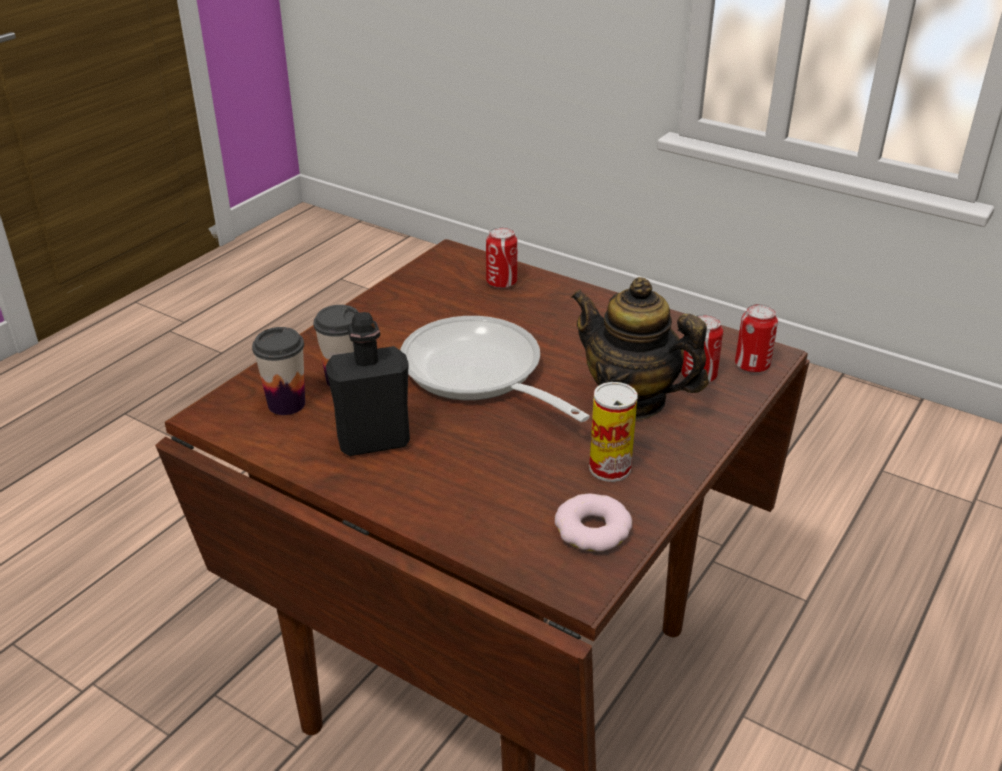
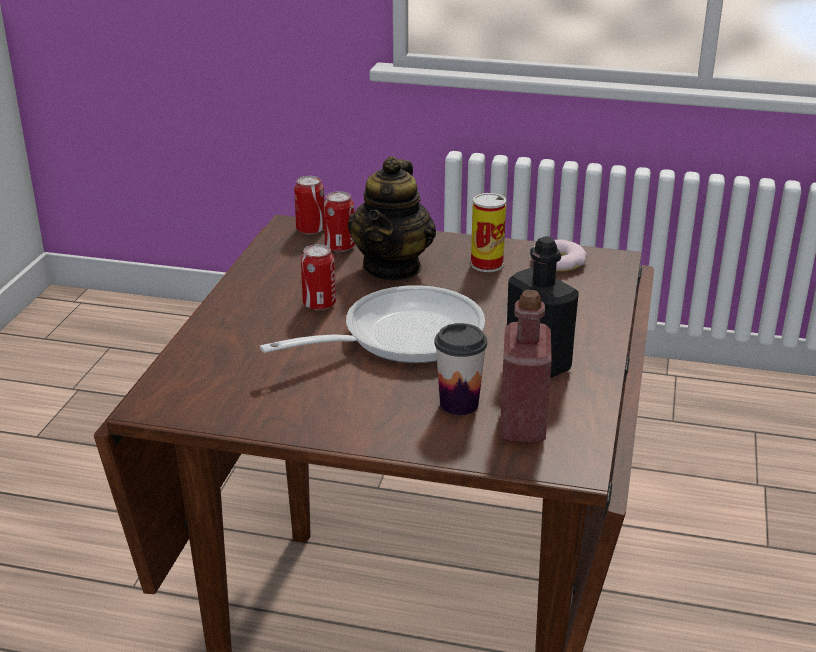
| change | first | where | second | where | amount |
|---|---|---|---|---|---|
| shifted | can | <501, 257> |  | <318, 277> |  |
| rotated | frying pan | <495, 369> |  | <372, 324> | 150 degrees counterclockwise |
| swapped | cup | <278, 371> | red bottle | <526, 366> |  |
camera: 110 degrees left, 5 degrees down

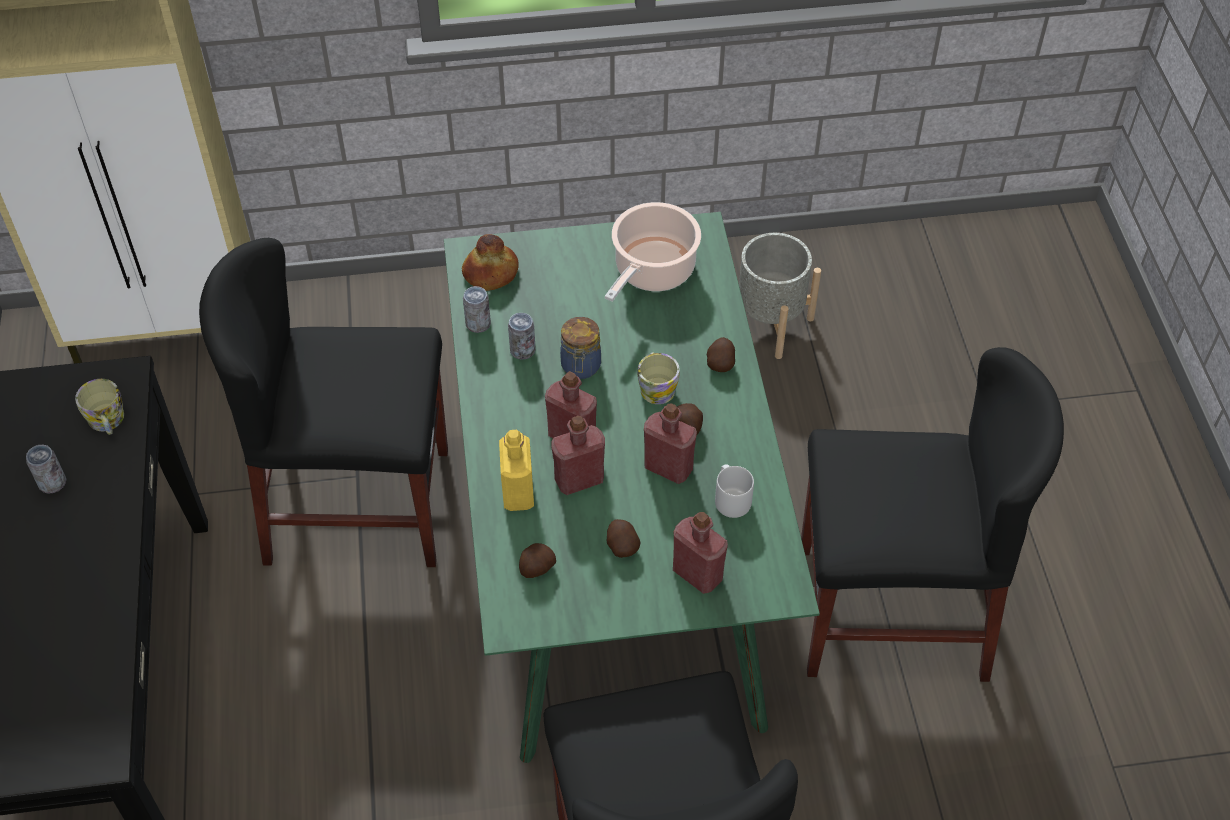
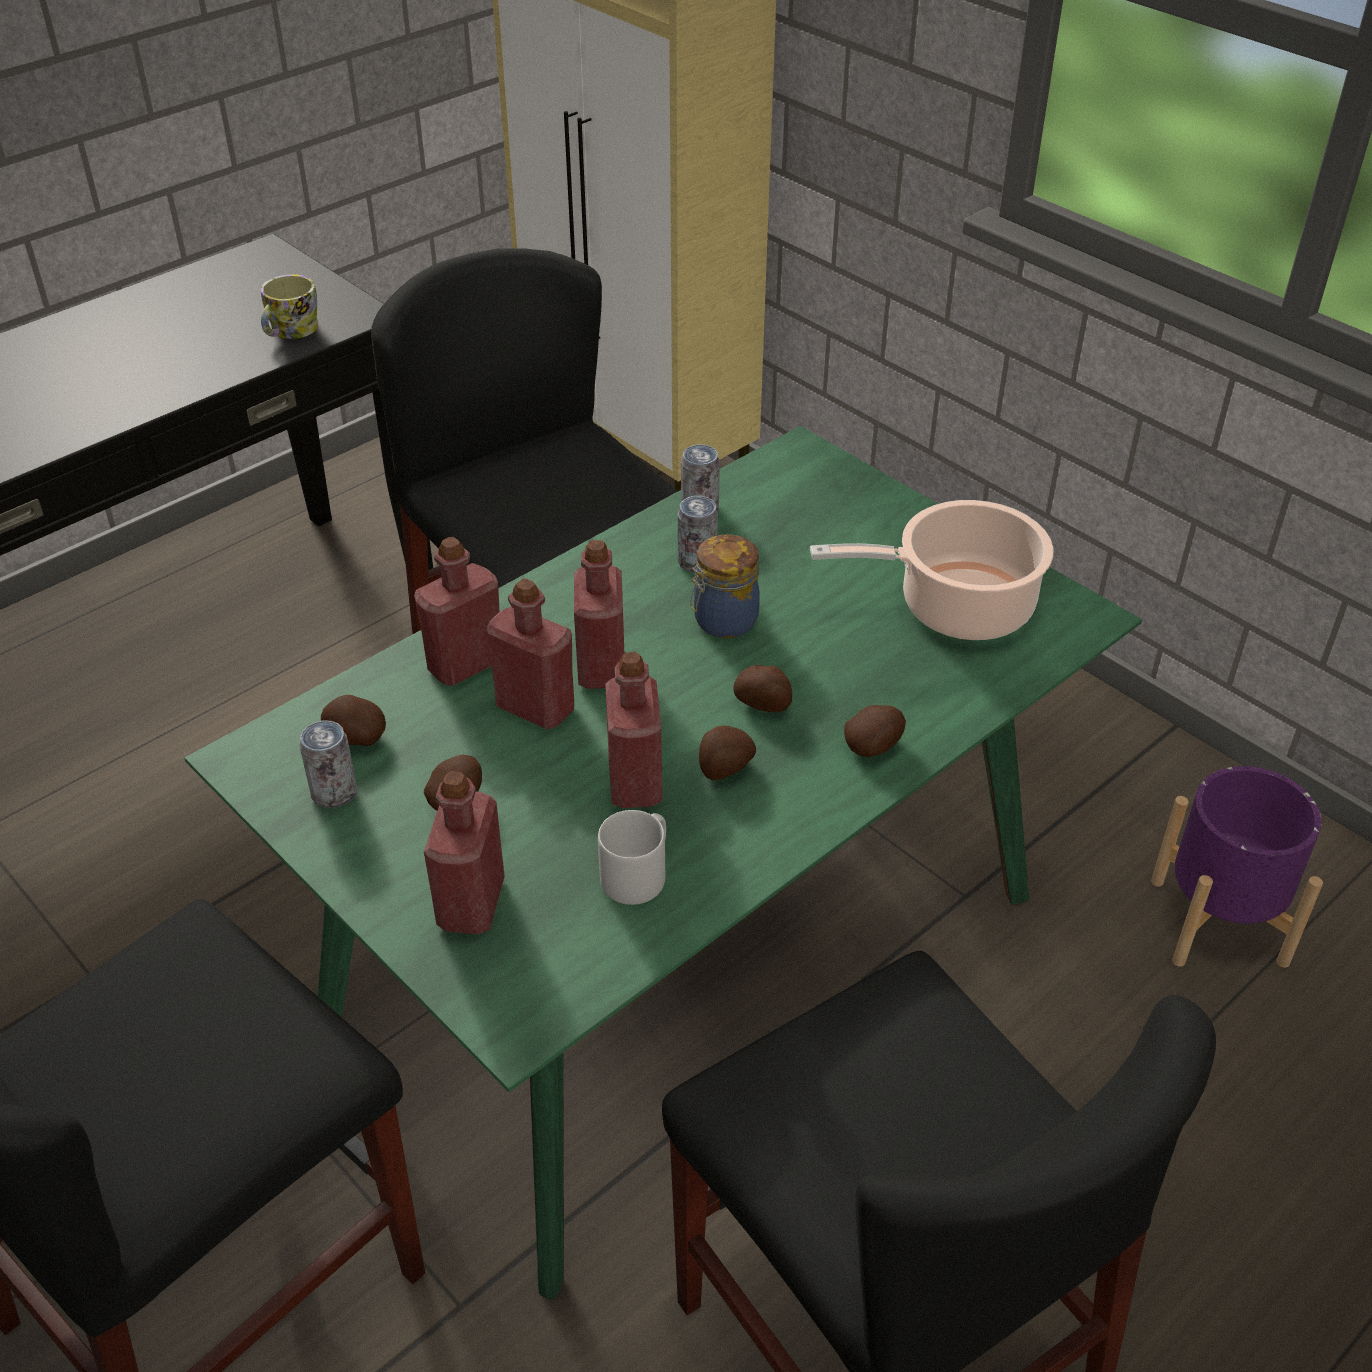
| change | first | where | second | where | amount |
|---|---|---|---|---|---|
| repainted | grey planter | <780, 296> | purple planter | <1237, 867> |  |
| gone | bread | <490, 262> |  |  |  |
| swapped | mug | <658, 378> | potato | <762, 688> |  |
| repainted | yellow bottle | <516, 470> | red bottle | <457, 611> |  |
| shifted | can | <46, 469> |  | <328, 764> |  |
camera: 55 degrees right, 10 degrees down

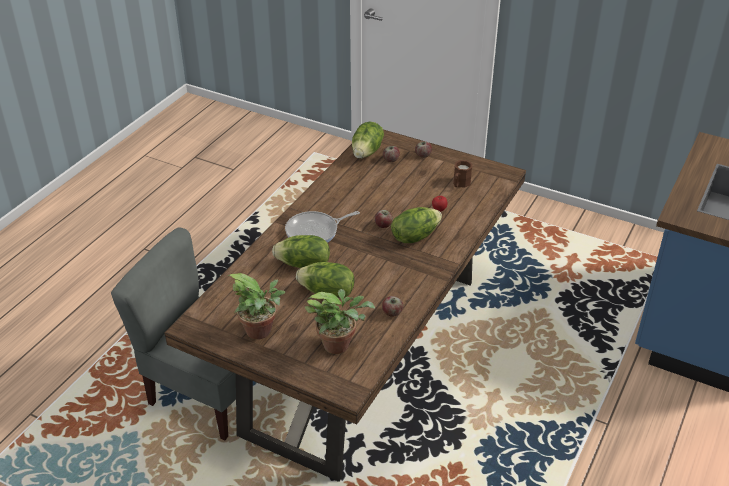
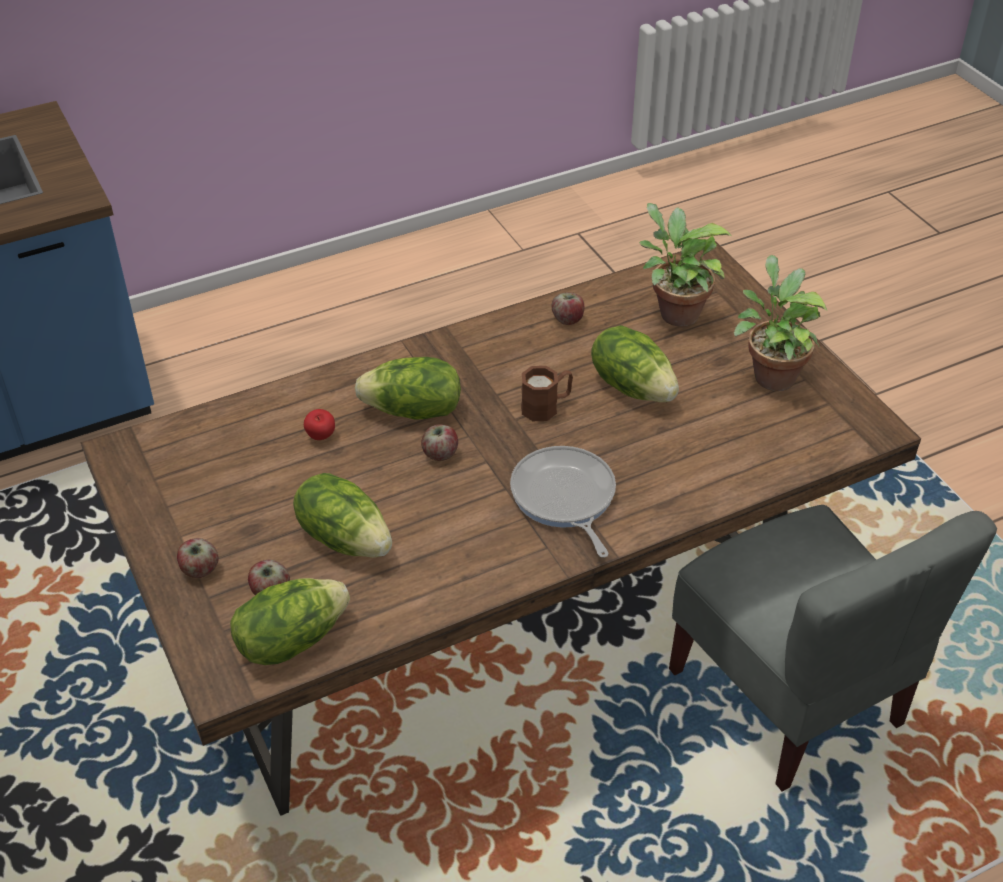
| change | first | where | second | where | amount |
|---|---|---|---|---|---|
| shifted | brown mug | <462, 174> |  | <547, 393> |  |
| rotated | frying pan | <322, 227> |  | <563, 502> | 120 degrees counterclockwise |
| shifted | lettuce | <301, 251> |  | <342, 515> |  |
camera: 145 degrees left, 5 degrees up

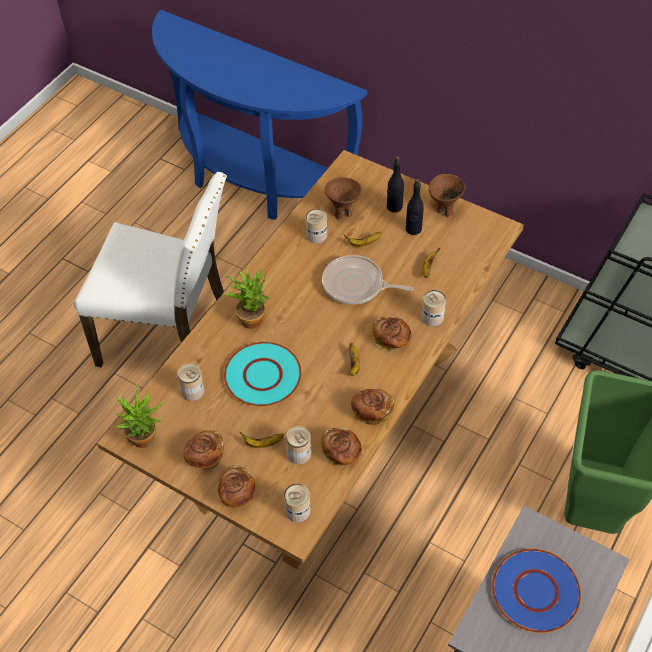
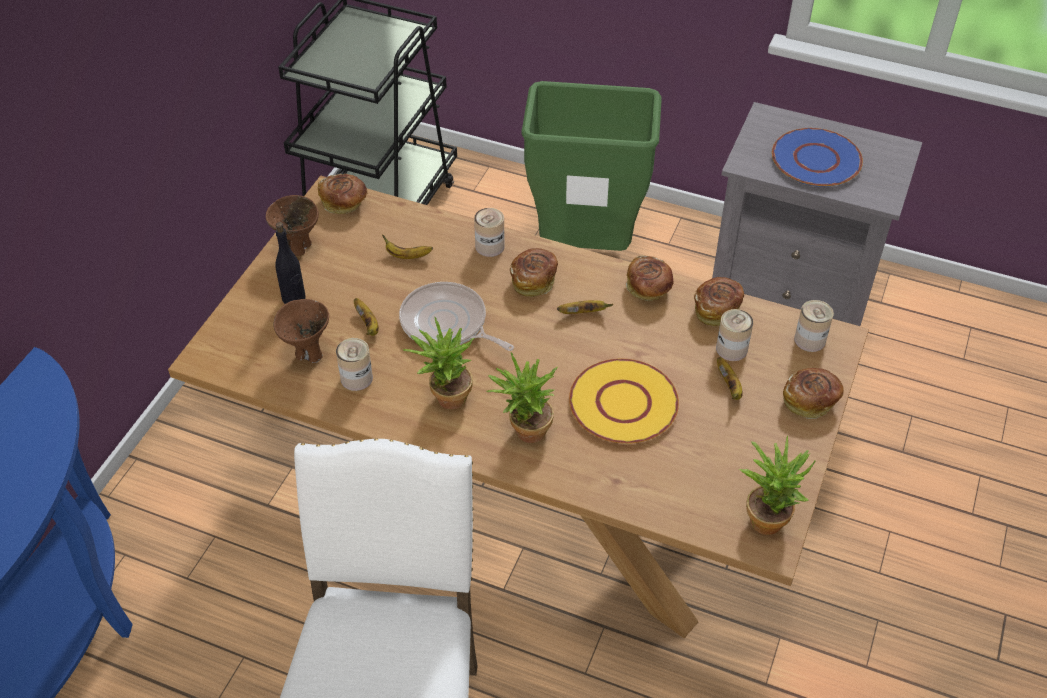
| change | first | where | second | where | amount |
|---|---|---|---|---|---|
| gone | black bottle | <415, 206> |  |  |  |
| rotated | frying pan | <367, 280> |  | <456, 316> | 120 degrees clockwise |
| repainted | turquoise plate | <263, 374> | yellow plate | <624, 401> |  |
| gone | can | <191, 382> |  |  |  |
| shifted | bread | <203, 449> |  | <342, 194> |  |
| new |  |  | potted plant | <438, 363> |  |
camera: 100 degrees left, 5 degrees down

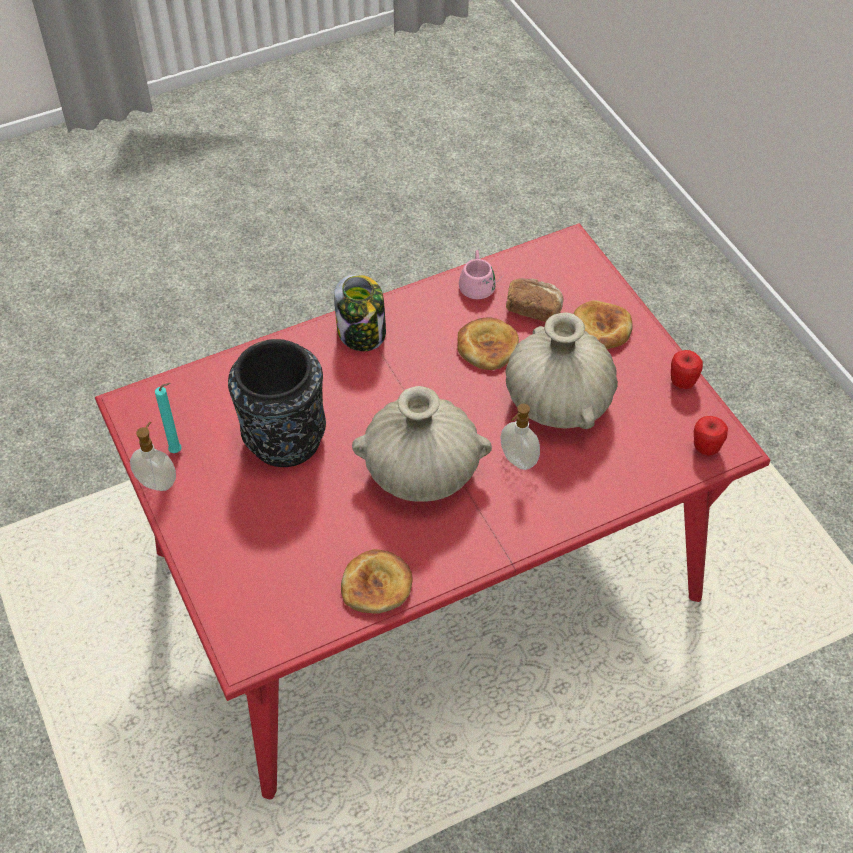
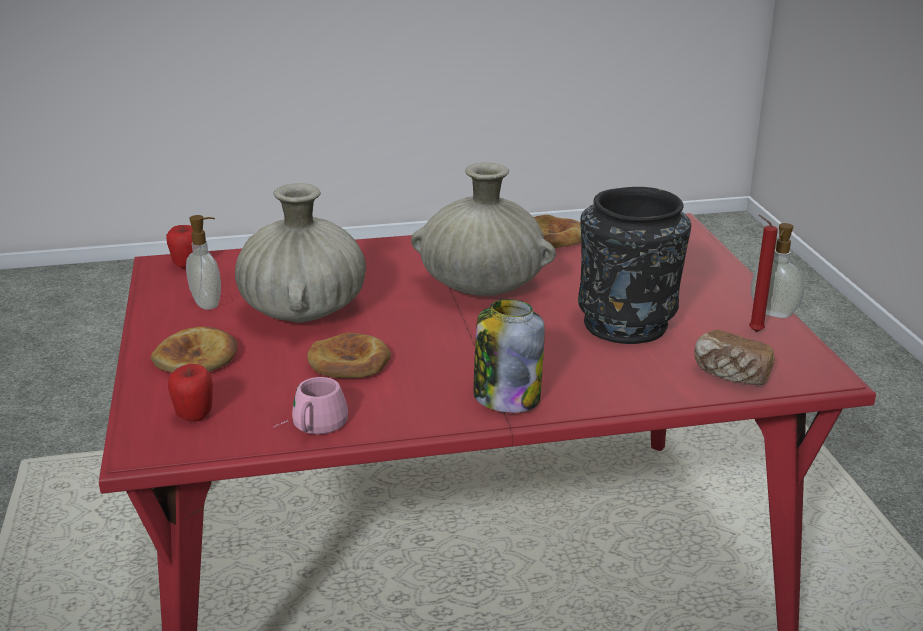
| change | first | where | second | where | amount |
|---|---|---|---|---|---|
| shifted | bread | <534, 300> |  | <734, 357> |  |
| shifted | apple | <687, 369> |  | <190, 393> |  |
| repainted | turquoise candle | <168, 418> | red candle | <763, 273> |  |
| shifted | soap dispenser | <520, 436> |  | <203, 262> |  |
camera: 165 degrees left, 25 degrees down

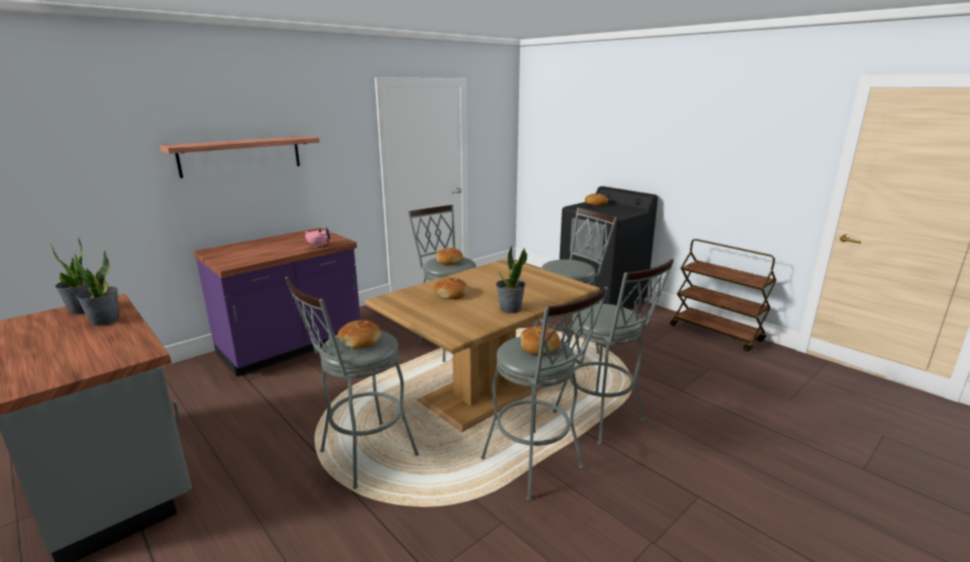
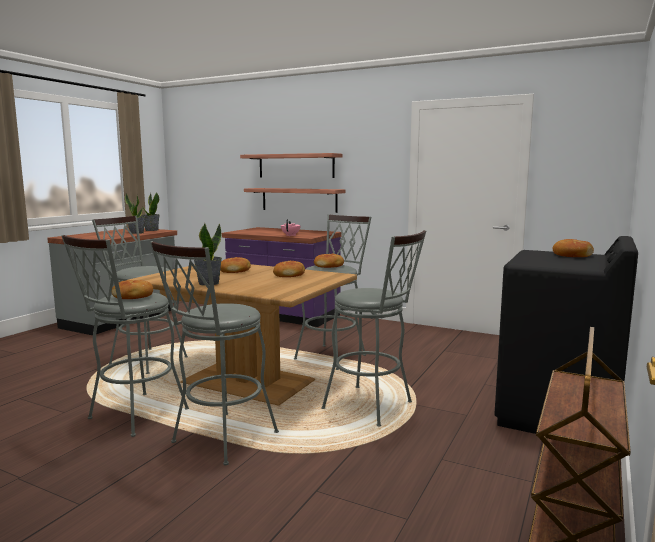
| change | first | where | second | where | amount |
|---|---|---|---|---|---|
| shifted | bread | <359, 334> |  | <289, 269> |  |
| new |  |  | shelf | <294, 200> |  |
camera: 70 degrees right, 10 degrees down

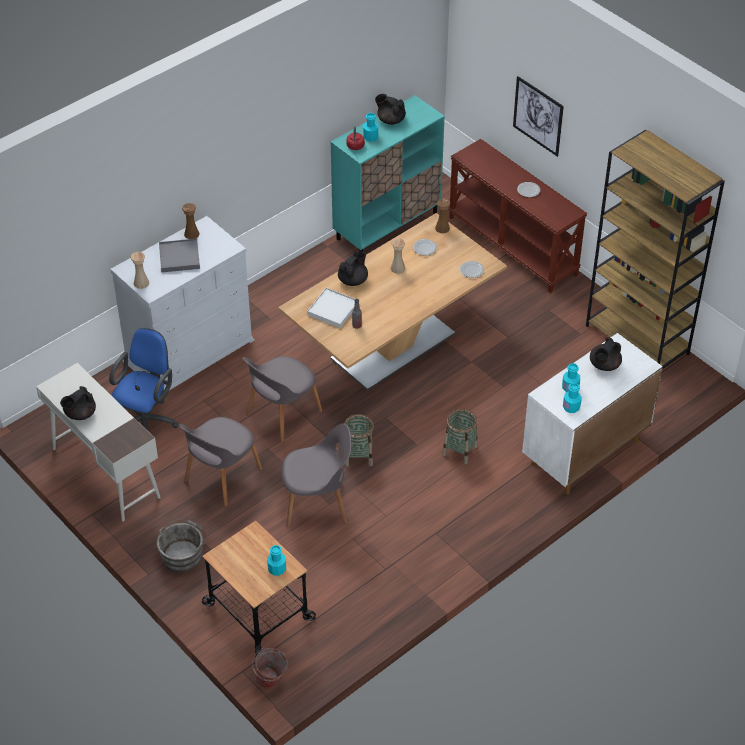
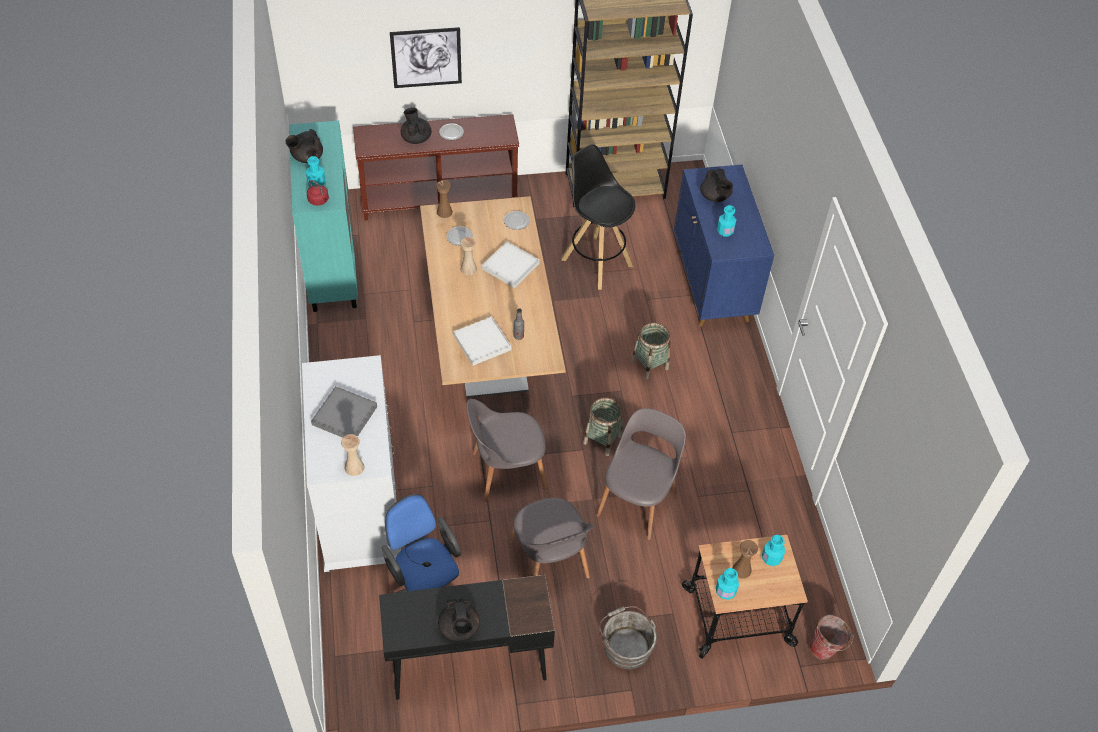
| change | first | where | second | where | amount |
|---|---|---|---|---|---|
| shifted | brown vase | <190, 221> |  | <745, 559> |  |
| shifted | black teapot | <353, 268> |  | <416, 125> |  |
| repainted | white cabinet | <592, 413> | blue cabinet | <724, 246> |  |
| rotated | grey chair | <282, 399> |  | <506, 450> | 90 degrees clockwise |
| repainted | white desk | <98, 442> | black desk | <467, 637> |  |
| shifted | turquoise bottle | <572, 398> |  | <727, 584> |  |
| new |  |  | black stool | <598, 217> |  |
| new |  |  | white tray | <511, 265> |  |
camera: 60 degrees left, 5 degrees up

